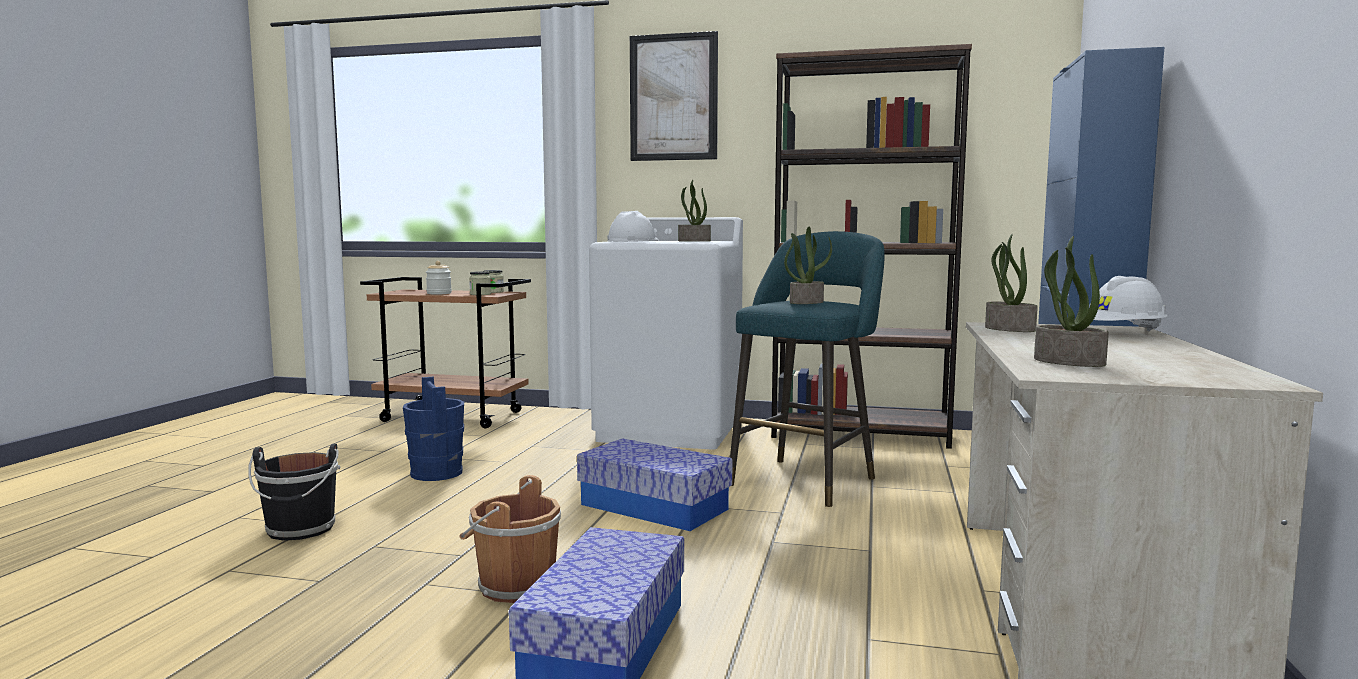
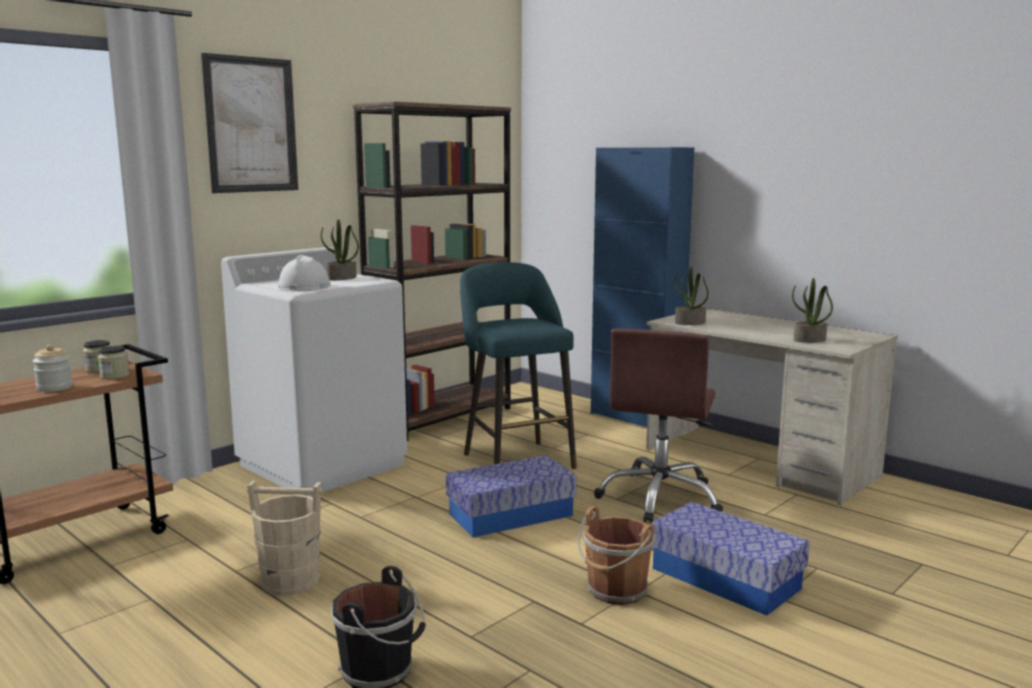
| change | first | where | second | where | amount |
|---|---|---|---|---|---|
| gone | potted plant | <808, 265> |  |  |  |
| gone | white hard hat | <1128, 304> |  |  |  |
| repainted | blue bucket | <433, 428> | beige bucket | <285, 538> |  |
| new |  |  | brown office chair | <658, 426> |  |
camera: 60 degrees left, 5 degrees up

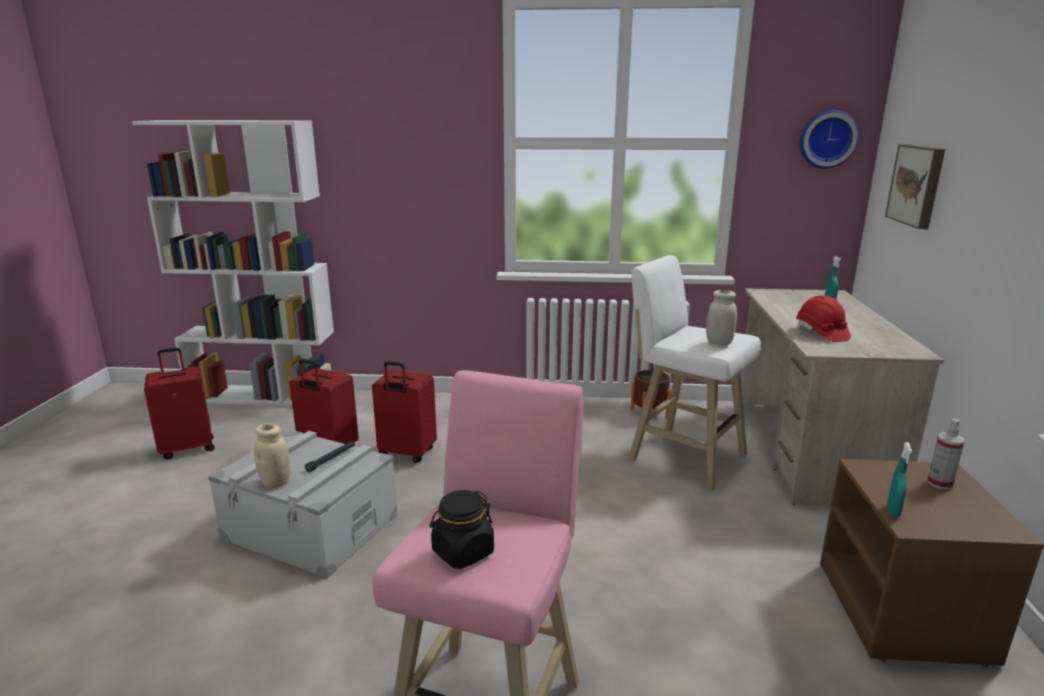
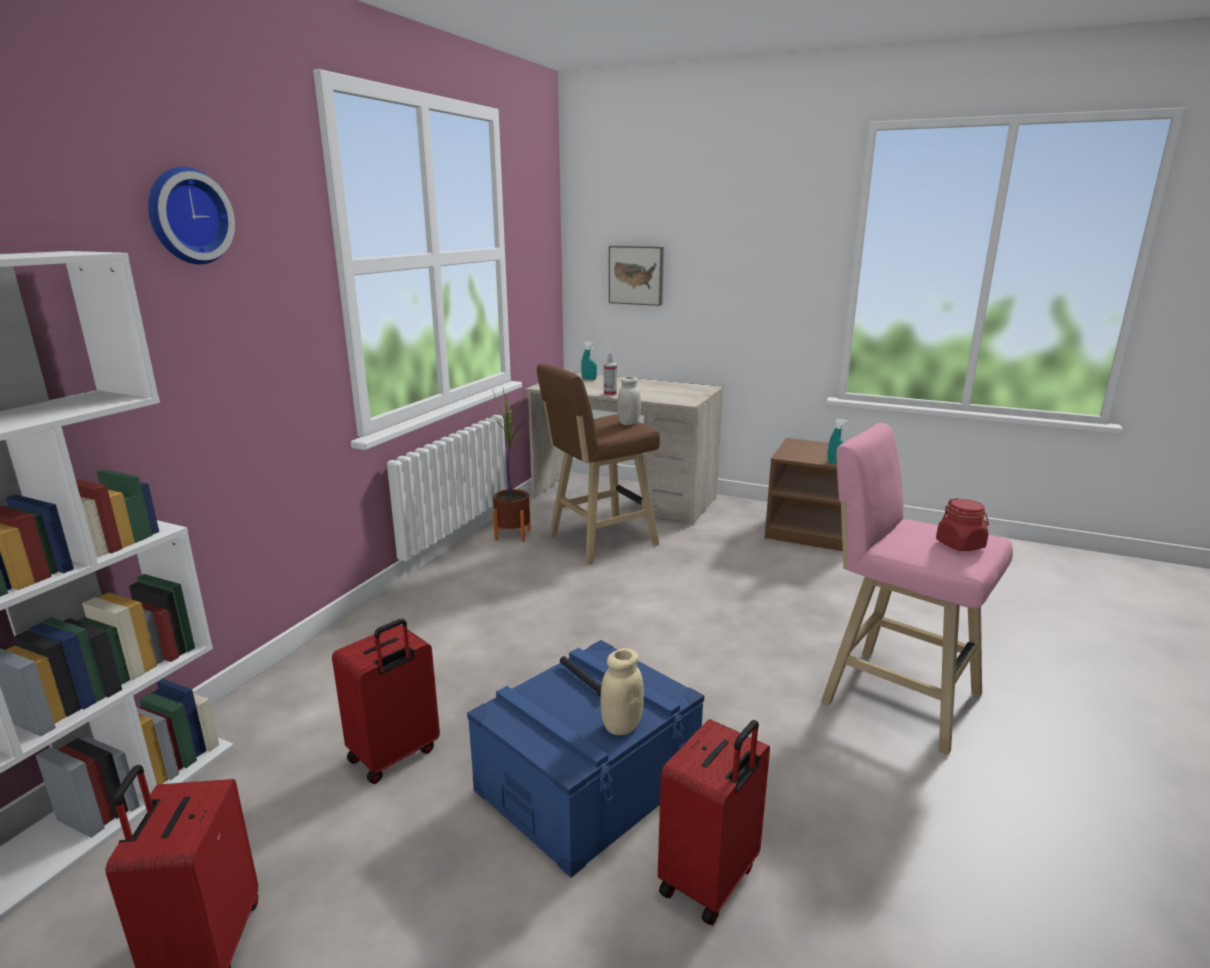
| change | first | where | second | where | amount |
|---|---|---|---|---|---|
| shifted | wall clock | <829, 139> |  | <191, 215> |  |
| repainted | white stool | <694, 372> | brown stool | <598, 464> |  |
| gone | red hard hat | <823, 318> |  |  |  |
| shifted | red suitcase | <404, 412> |  | <714, 822> |  |
| shifted | spray bottle | <946, 454> |  | <610, 374> |  |
| repainted | grey storage box | <302, 504> | blue storage box | <585, 759> |  |
| repainted | black jar | <462, 529> | red jar | <962, 524> |  |
camera: 70 degrees left, 0 degrees up

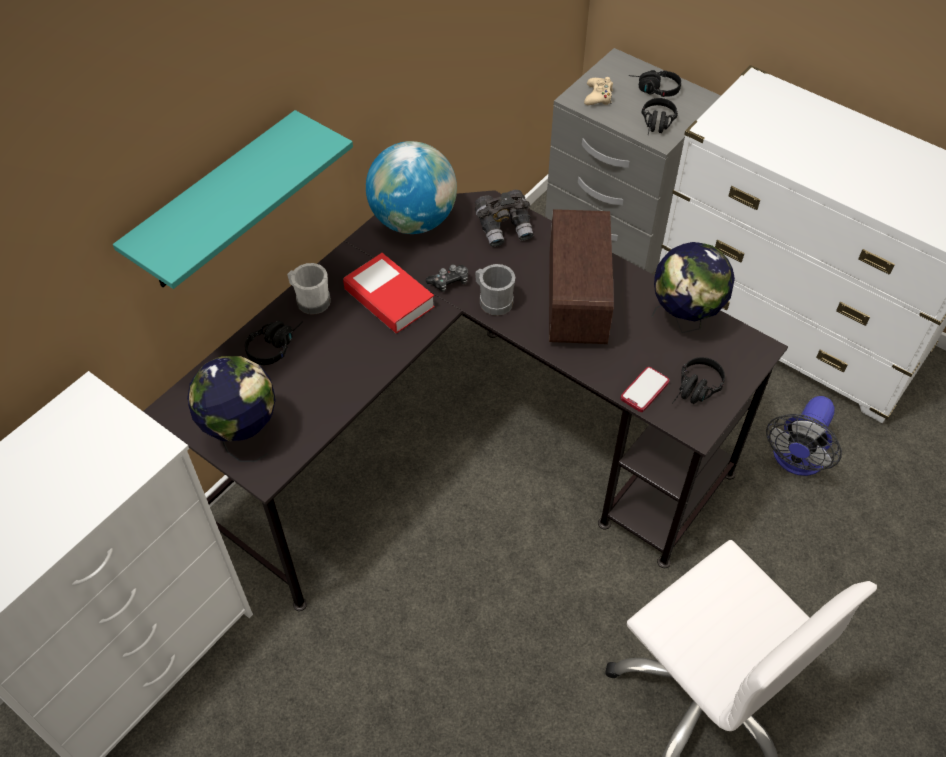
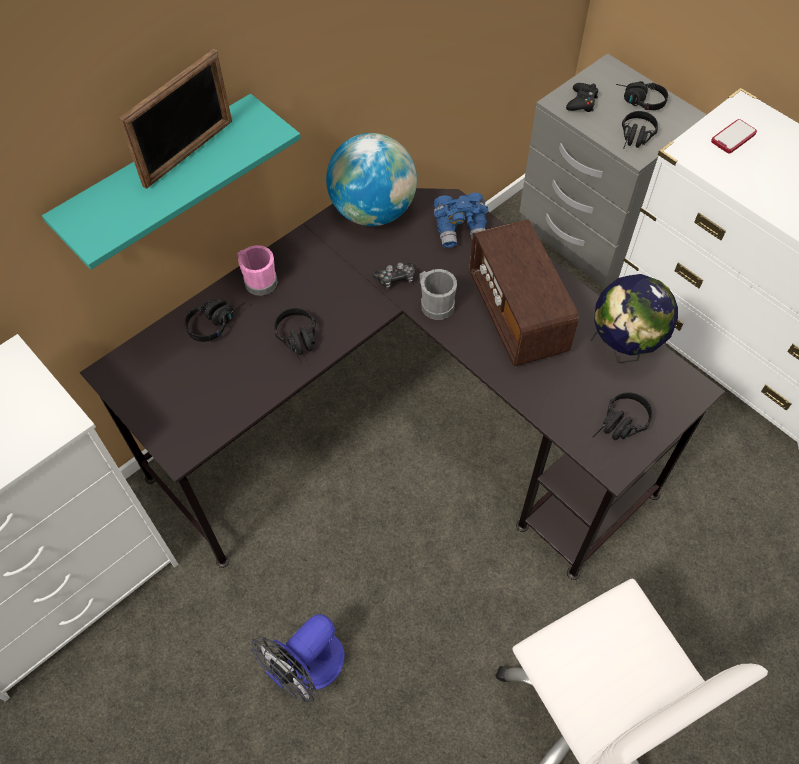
| change | first | where | second | where | amount |
|---|---|---|---|---|---|
| repainted | beige game controller | <598, 91> | black game controller | <582, 97> |  |
| repainted | grey binoculars | <504, 218> | blue binoculars | <461, 220> |  |
| rotated | radio | <581, 276> |  | <524, 292> | 150 degrees clockwise |
| gone | book | <389, 293> |  |  |  |
| repainted | white mug | <309, 288> | pink mug | <257, 270> |  |
| gone | globe | <231, 409> |  |  |  |
| shifted | phone | <645, 389> |  | <734, 136> |  |
| shifted | fan | <804, 436> |  | <298, 658> |  |
| new |  |  | picture frame | <175, 119> |  |
| new |  |  | black headphones | <295, 336> |  |
camera: 10 degrees right, 5 degrees up

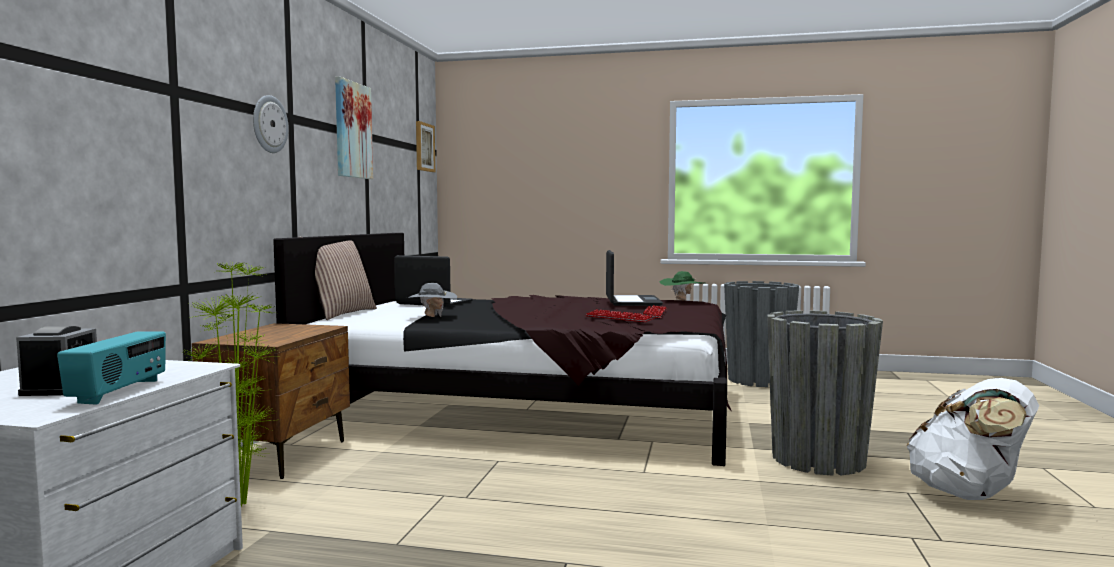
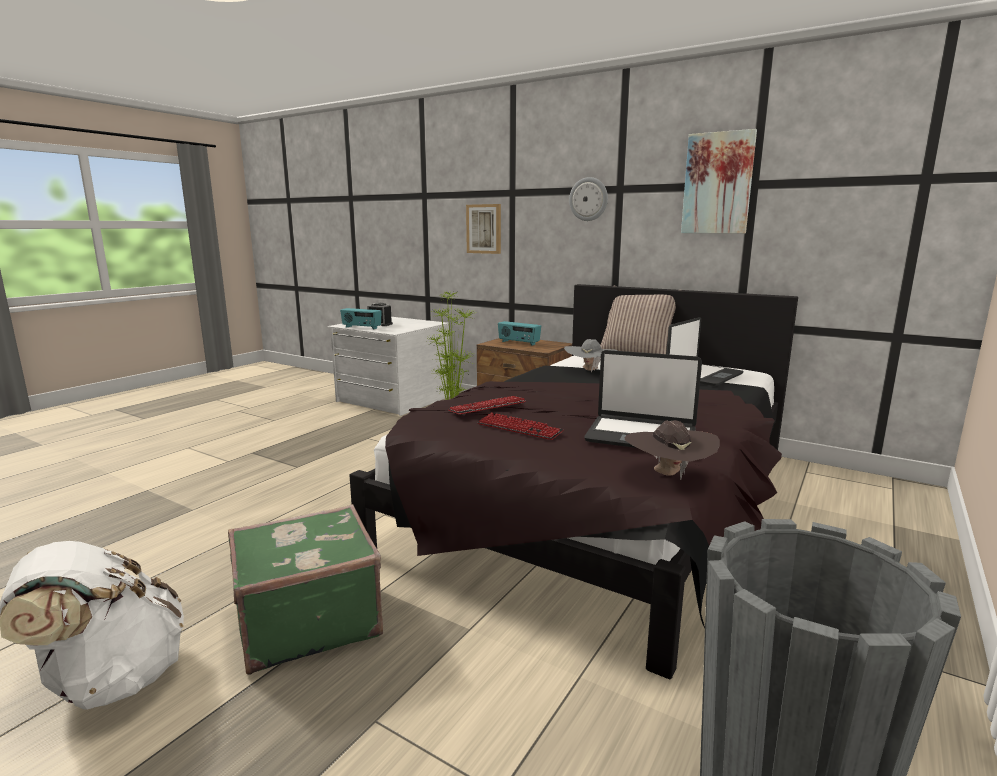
| change | first | where | second | where | amount |
|---|---|---|---|---|---|
| shifted | picture | <425, 146> |  | <483, 229> |  |
| repainted | green hat | <682, 286> | brown hat | <672, 450> |  |
| swapped | grey planter | <825, 393> | green suitcase | <305, 589> |  |
| new |  |  | radio | <519, 333> |  |
camera: 110 degrees right, 10 degrees up

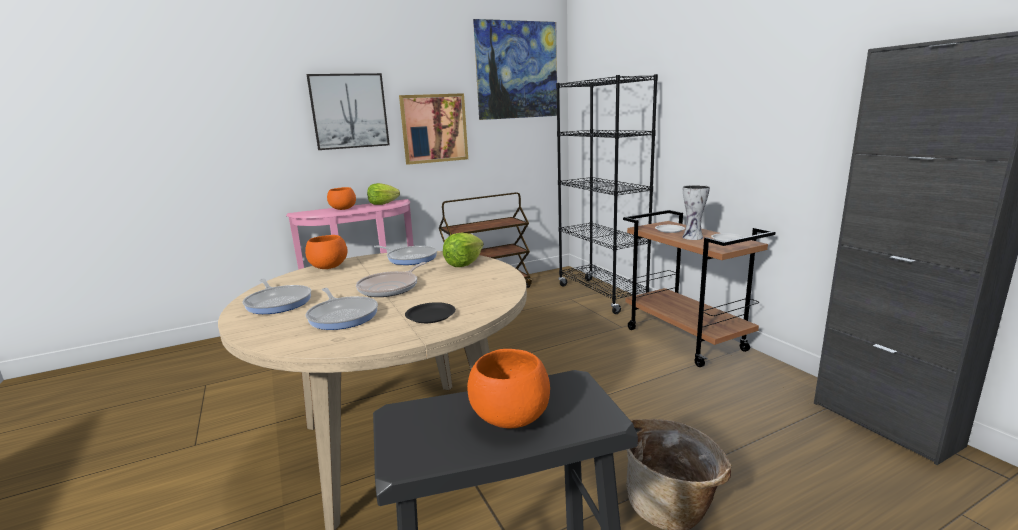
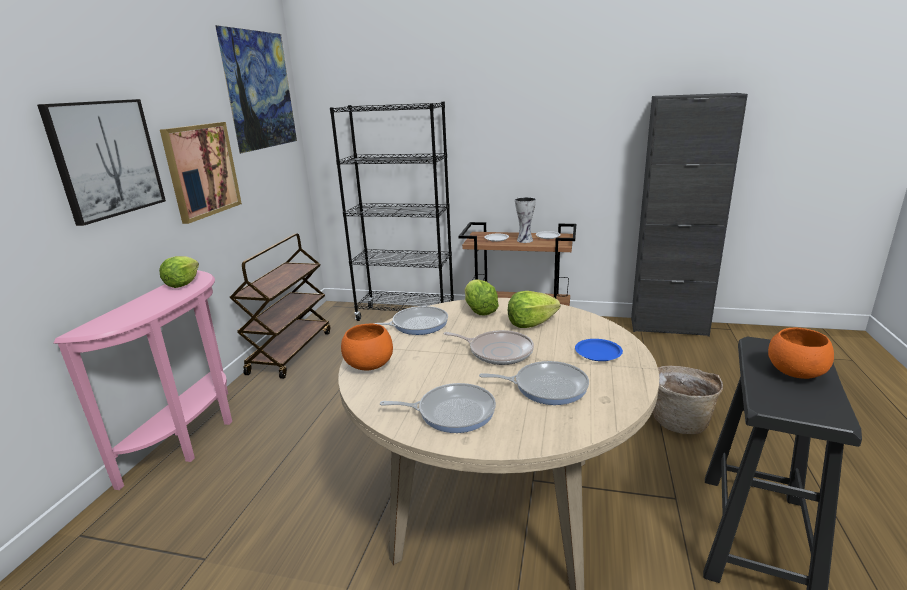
| change | first | where | second | where | amount |
|---|---|---|---|---|---|
| gone | orange bowl | <341, 198> |  |  |  |
| rotated | frying pan | <391, 279> |  | <489, 347> | 45 degrees counterclockwise |
| repainted | black plate | <430, 312> | blue plate | <599, 350> |  |
| new |  |  | lettuce | <534, 309> |  |
camera: 50 degrees left, 5 degrees up

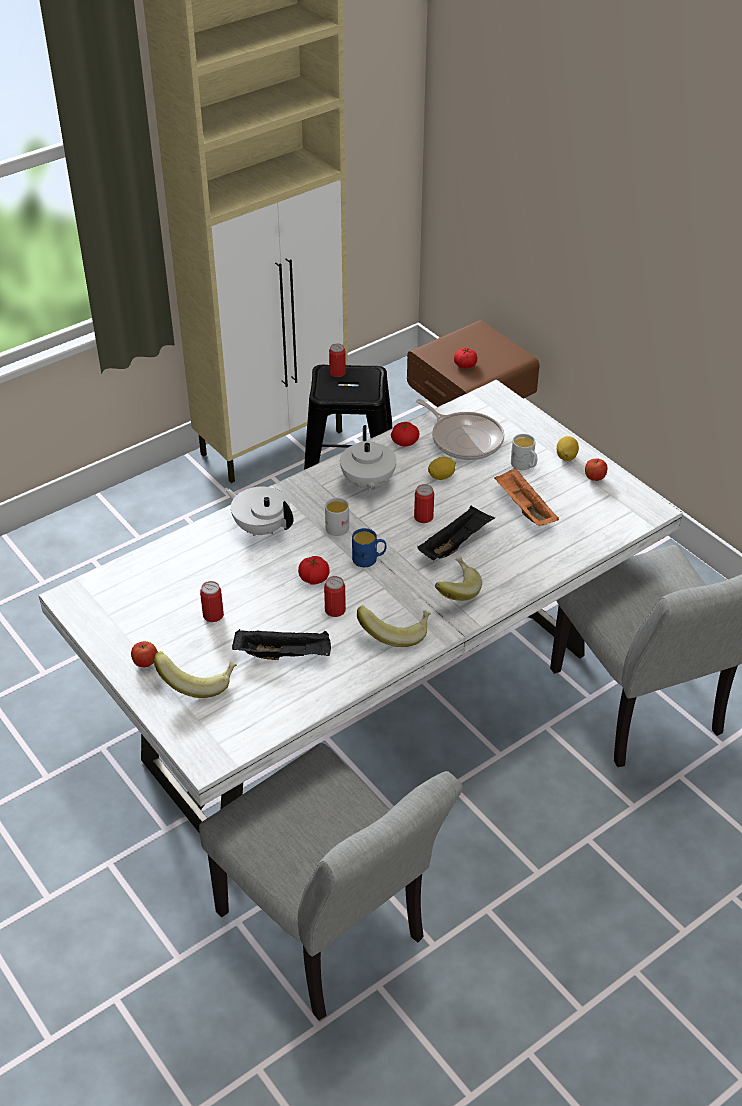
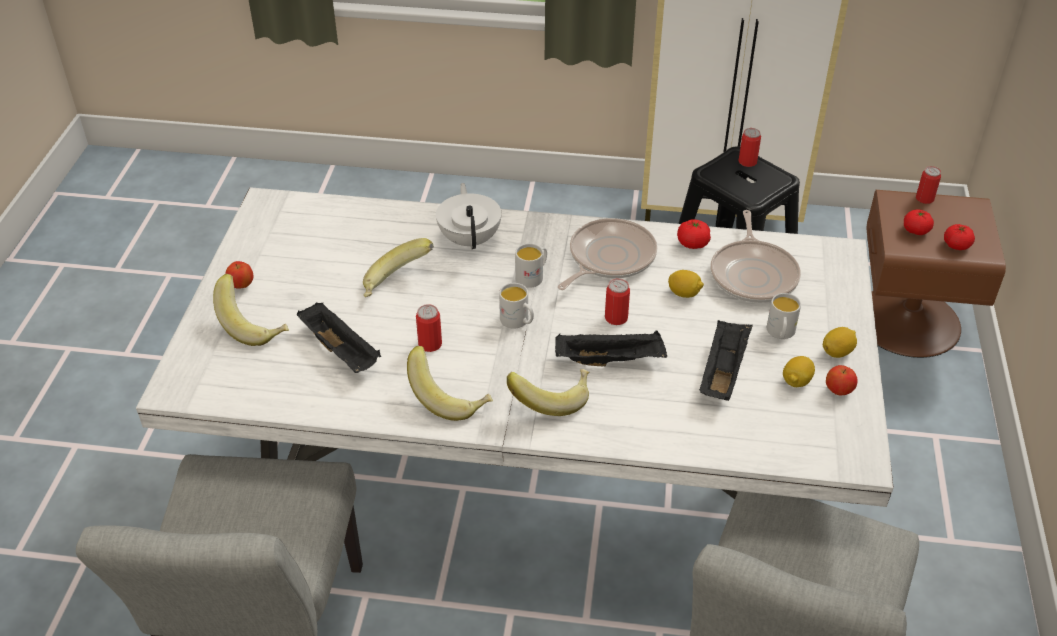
| change | first | where | second | where | amount |
|---|---|---|---|---|---|
| swapped | white teapot | <368, 458> | frying pan | <607, 254> |  |
| repainted | orange tray | <526, 496> | black tray | <726, 360> |  |
| repainted | blue mug | <369, 547> | white mug | <516, 306> |  |
| shifted | tomato | <314, 570> |  | <959, 237> |  |
| shifted | can | <212, 601> |  | <928, 185> |  |
| new |  |  | banana | <398, 267> |  |
| new |  |  | lemon | <799, 371> |  |
camera: 45 degrees right, 0 degrees up

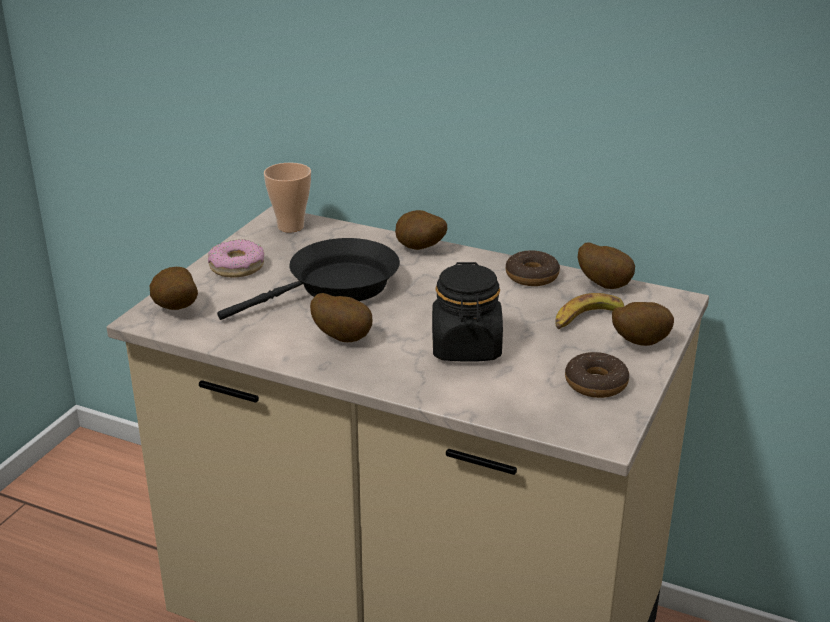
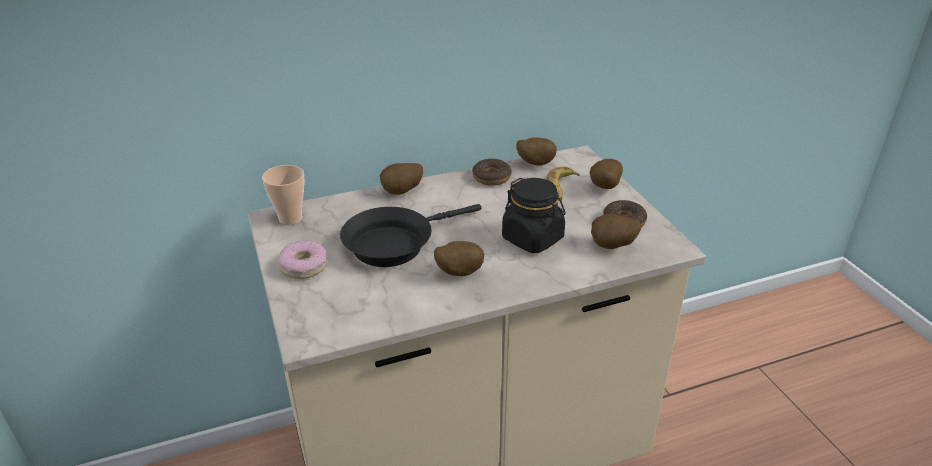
| change | first | where | second | where | amount |
|---|---|---|---|---|---|
| rotated | black frying pan | <308, 279> |  | <411, 235> | 135 degrees counterclockwise |
| shifted | potato | <173, 288> |  | <616, 231> |  |
camera: 45 degrees left, 5 degrees up

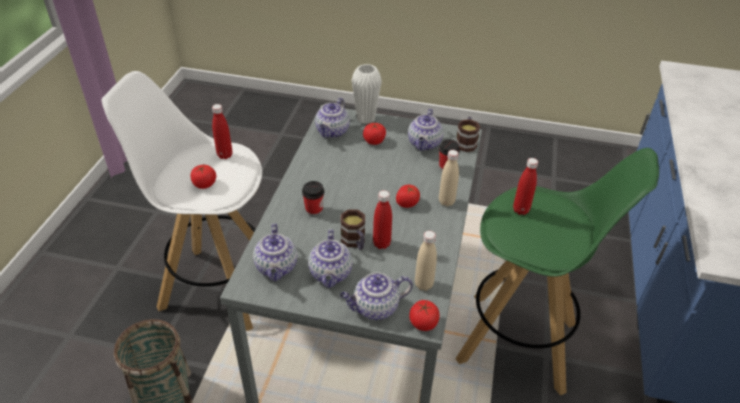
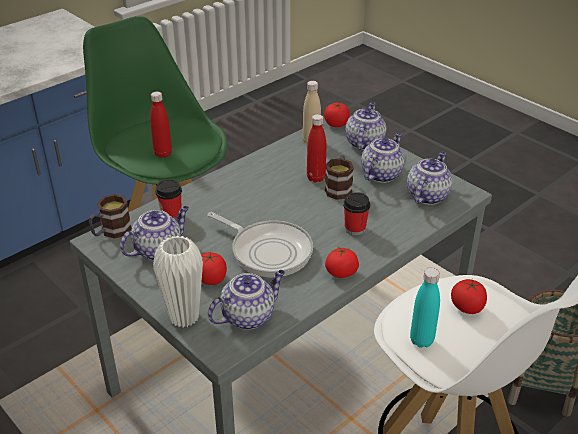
| change | first | where | second | where | amount |
|---|---|---|---|---|---|
| repainted | red bottle | <222, 131> | turquoise bottle | <425, 308> |  |
| gone | beige bottle | <449, 178> |  |  |  |
| shifted | tomato | <408, 196> |  | <342, 262> |  |
| rotated | teapot | <376, 296> |  | <365, 126> | 90 degrees counterclockwise |
| new |  |  | frying pan | <260, 244> |  |
camera: 145 degrees left, 5 degrees down

